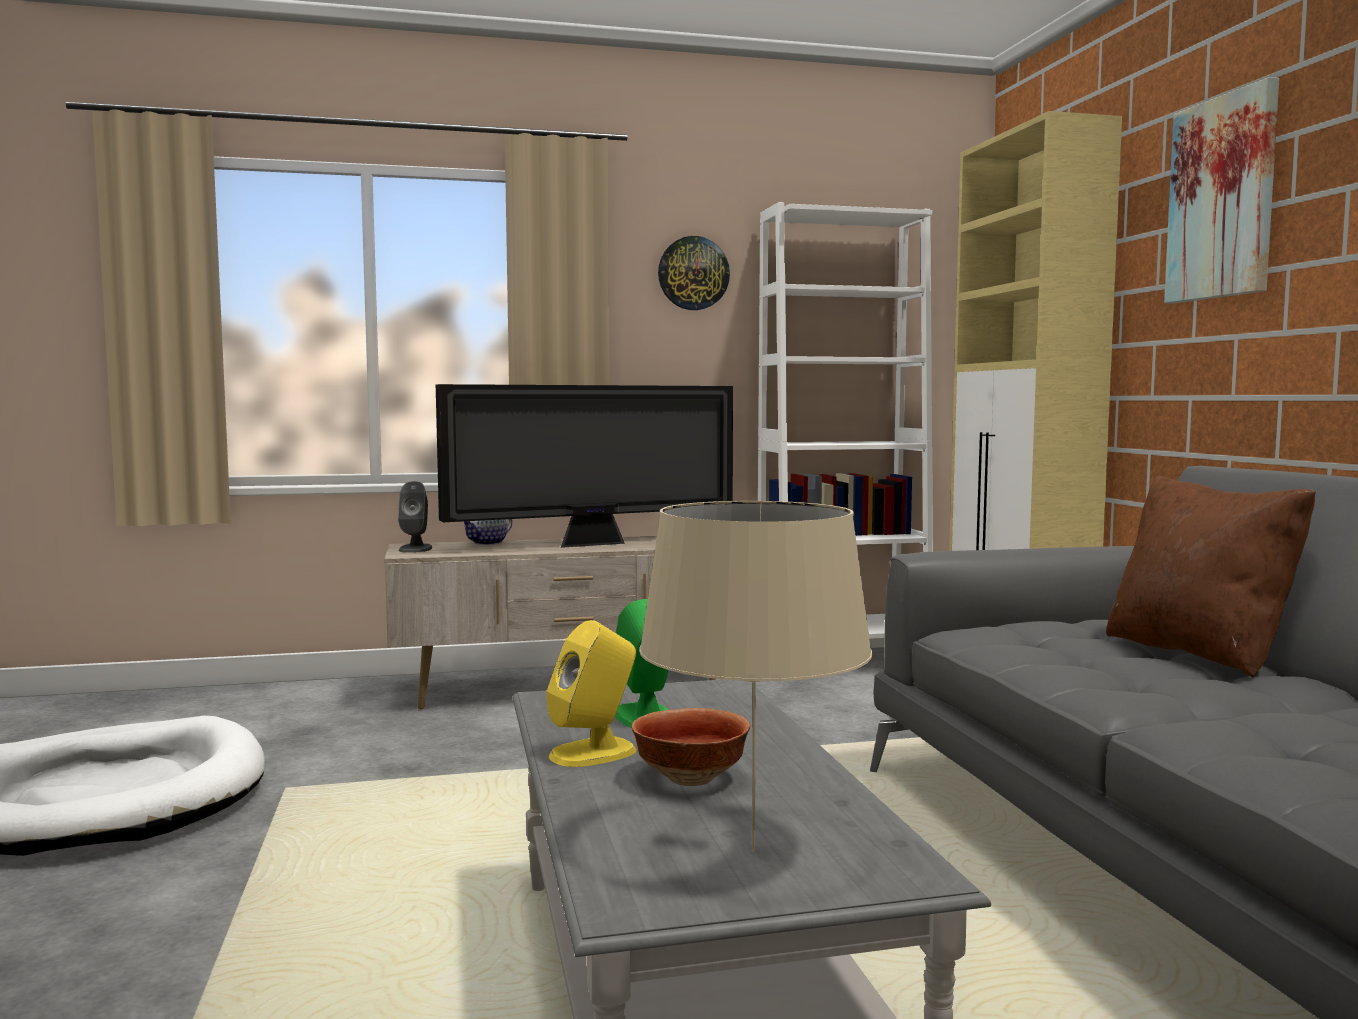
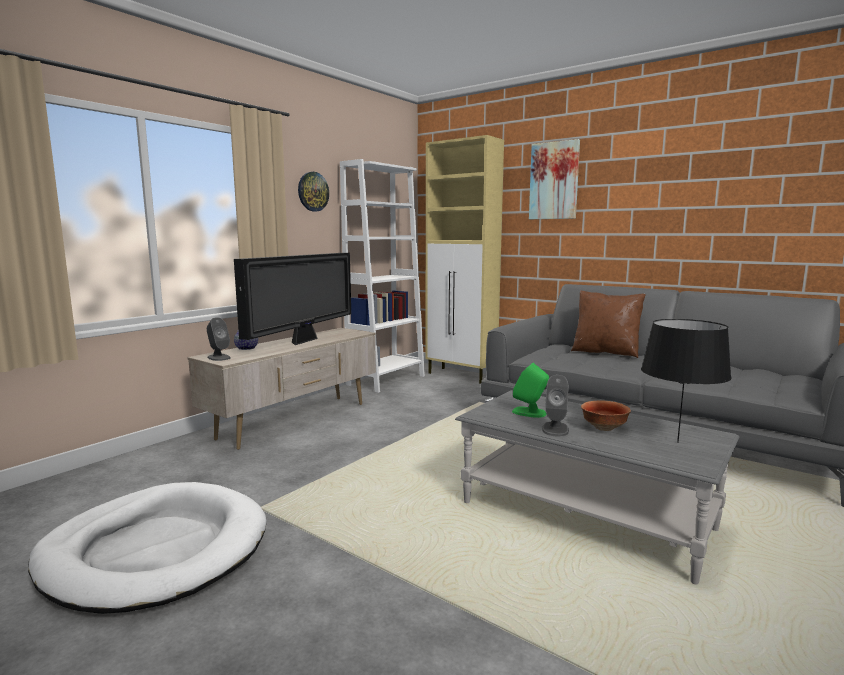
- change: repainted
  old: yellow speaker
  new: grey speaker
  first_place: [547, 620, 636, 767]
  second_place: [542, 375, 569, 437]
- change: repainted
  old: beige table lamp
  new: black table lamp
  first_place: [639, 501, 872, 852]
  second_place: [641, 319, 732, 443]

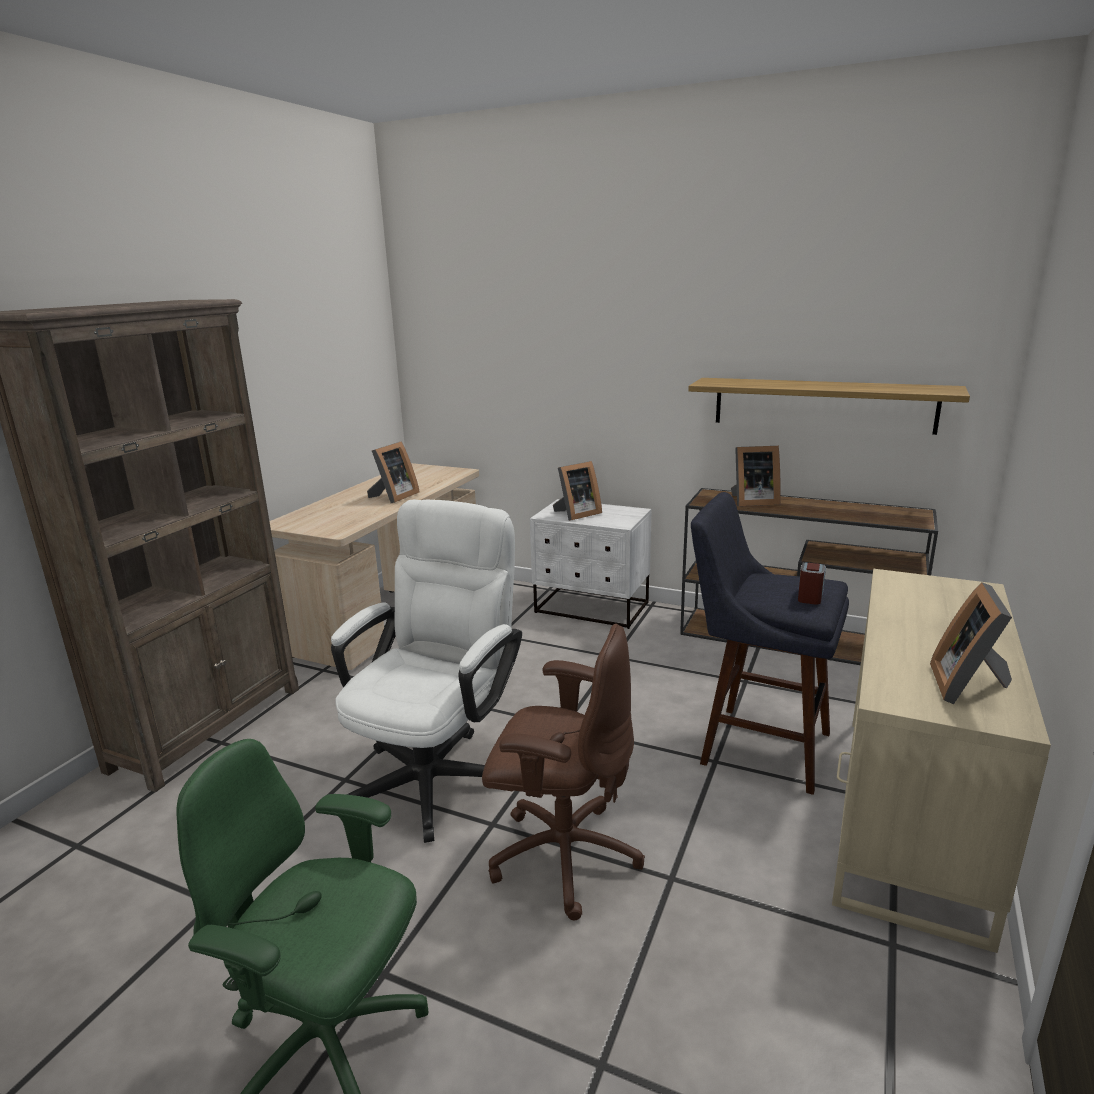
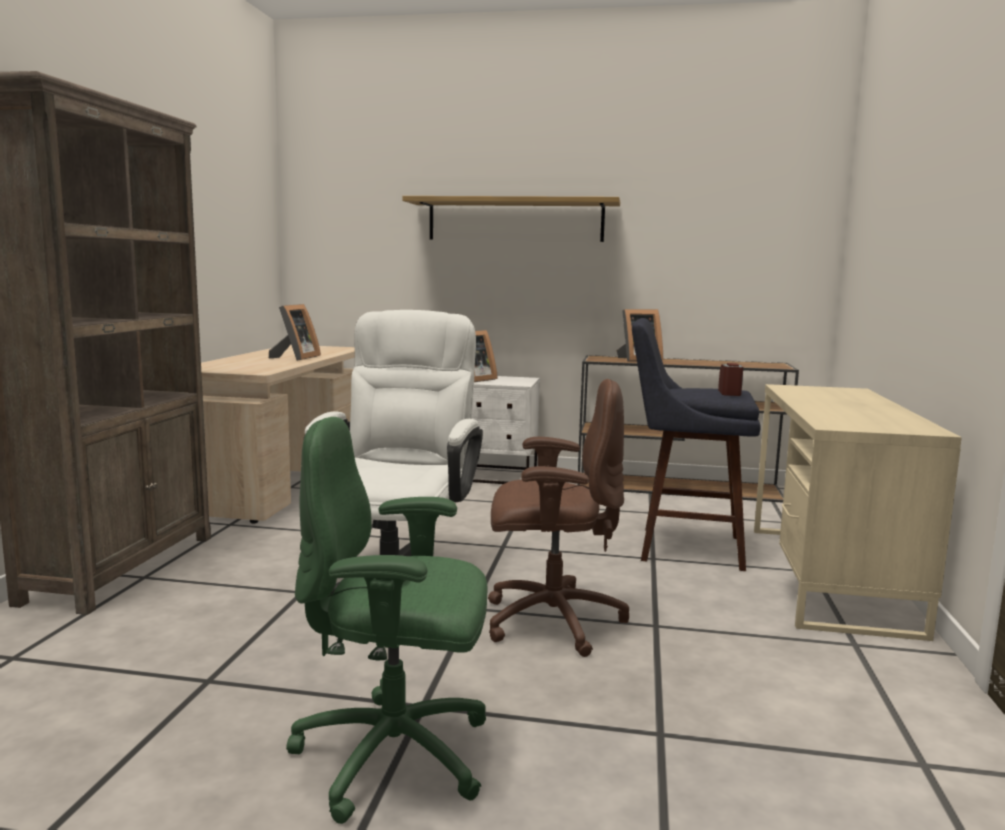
- change: shifted
  old: shelf
  first_place: [688, 378, 970, 435]
  second_place: [402, 196, 620, 242]
- change: gone
  old: picture frame
  first_place: [930, 582, 1012, 704]

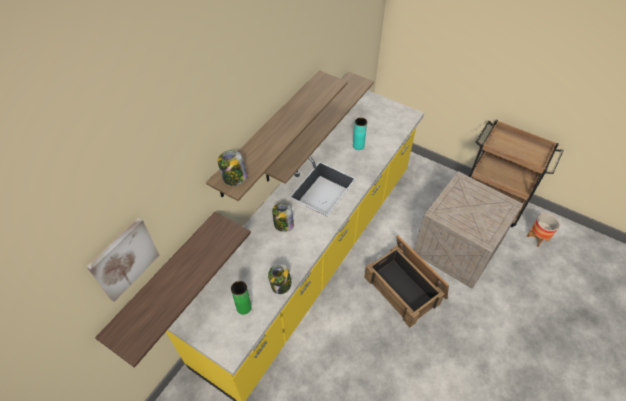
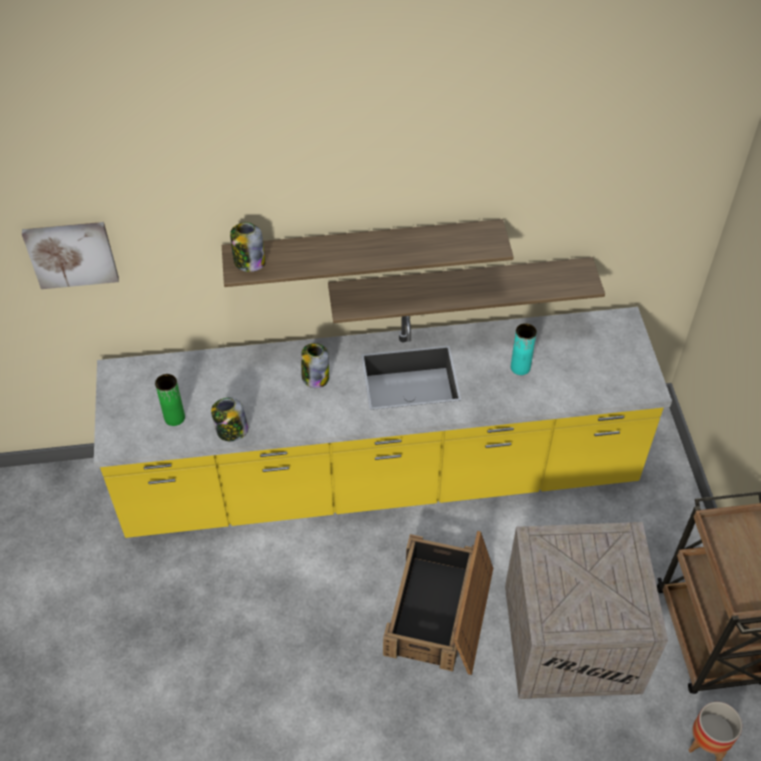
- change: gone
  old: shelf
  first_place: [95, 211, 251, 368]

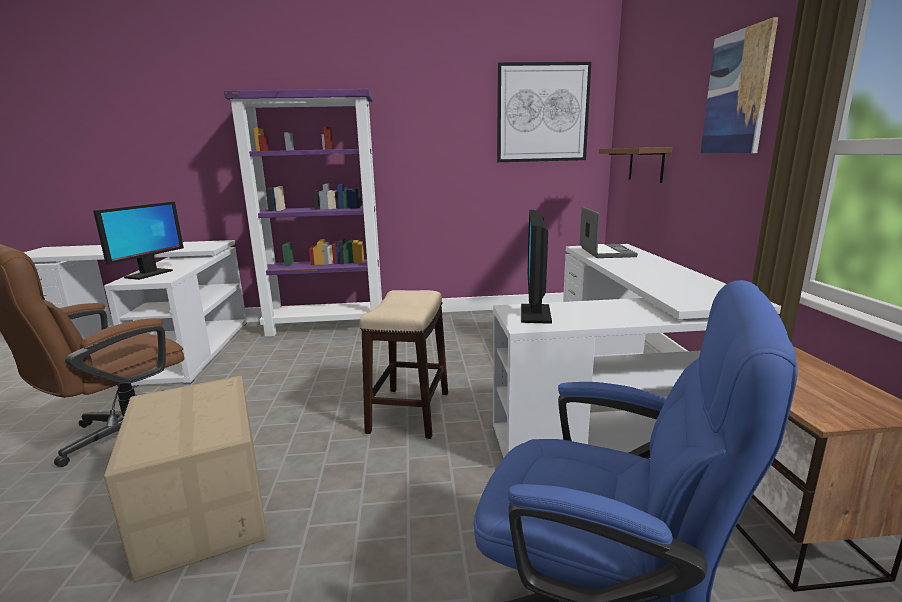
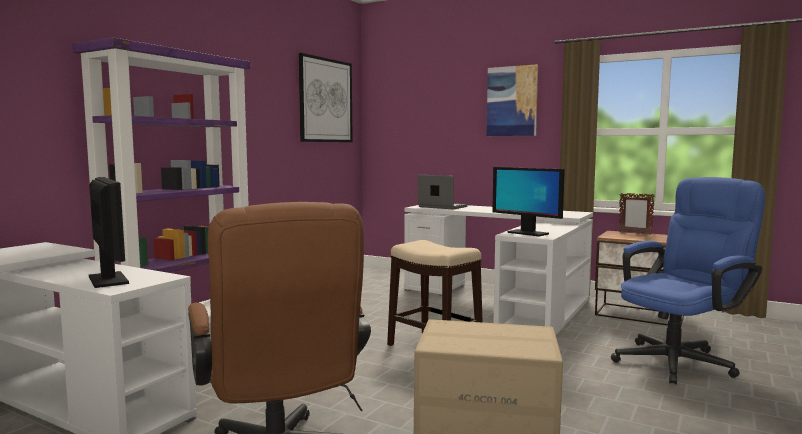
- change: gone
  old: brown shelf
  first_place: [599, 147, 673, 183]
- change: new
  new: picture frame
  second_place: [619, 193, 655, 235]

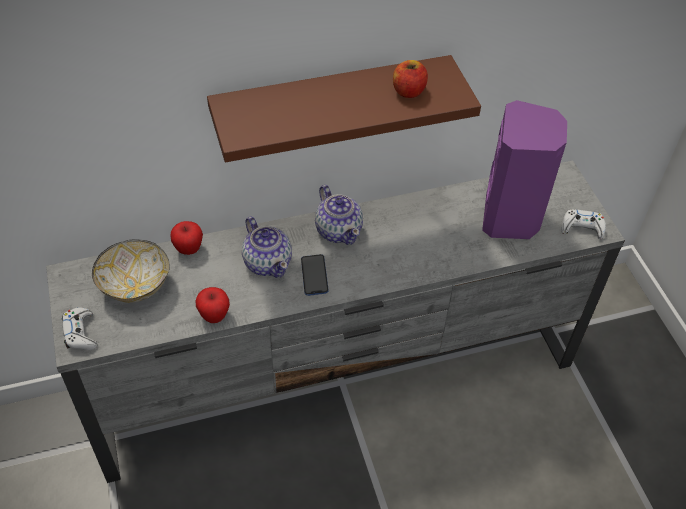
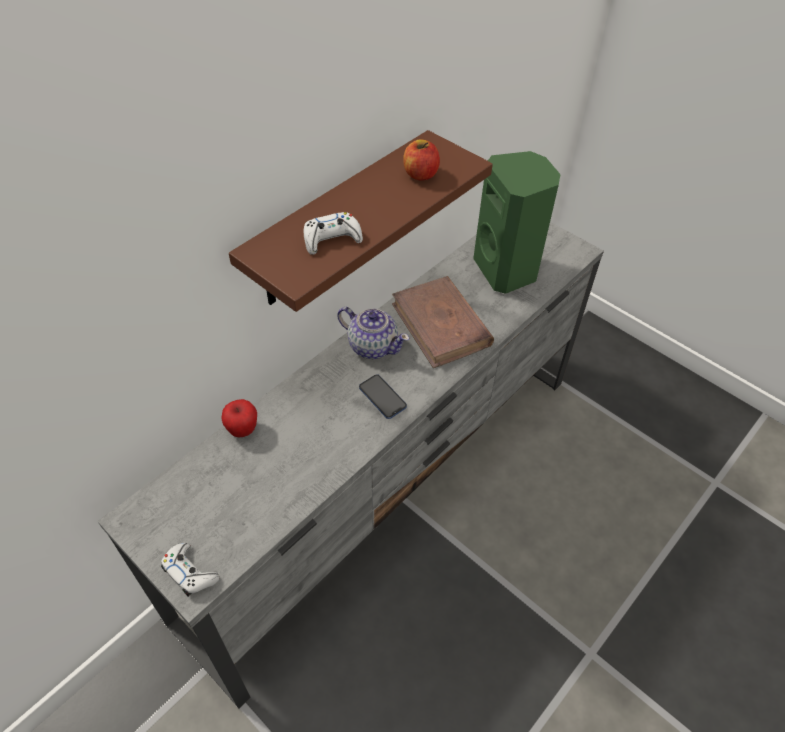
- change: gone
  old: bowl
  first_place: [92, 239, 169, 303]
- change: gone
  old: apple
  first_place: [195, 287, 230, 323]
- change: gone
  old: teapot
  first_place: [242, 216, 292, 278]
- change: repainted
  old: purple speaker
  new: green speaker
  first_place: [482, 100, 567, 239]
  second_place: [473, 151, 561, 294]
- change: shifted
  old: white game controller
  first_place: [561, 209, 606, 239]
  second_place: [304, 212, 363, 255]
- change: new
  new: brown book
  second_place: [392, 276, 494, 368]

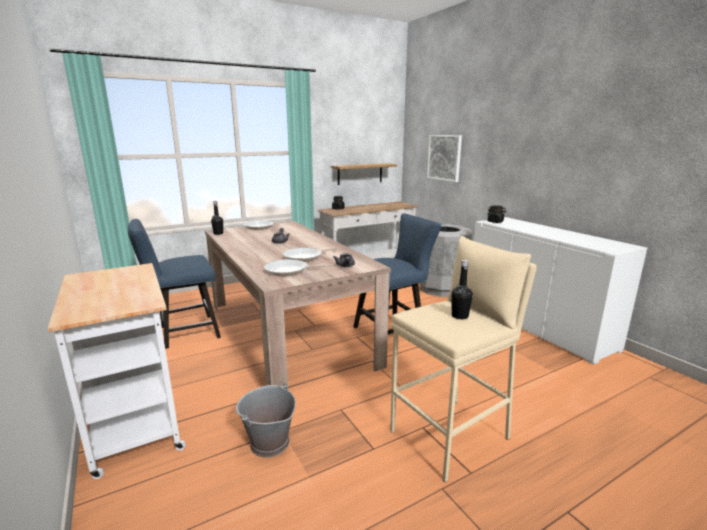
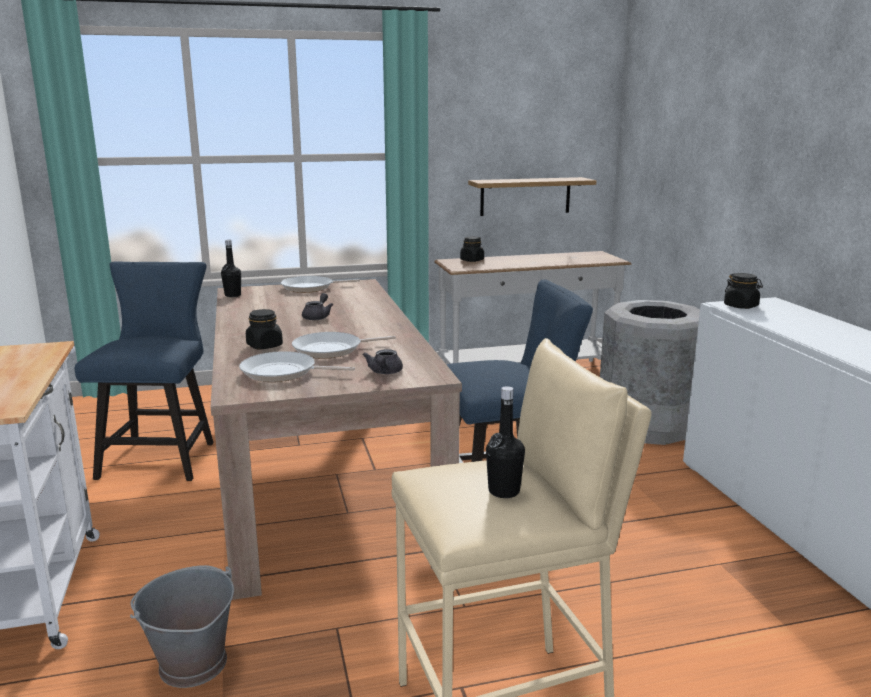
- change: rotated
  old: blue chair
  first_place: [128, 219, 221, 349]
  second_place: [75, 262, 213, 481]
  degrees: 105
- change: gone
  old: picture
  first_place: [427, 135, 462, 182]
- change: new
  new: black jar
  second_place: [246, 309, 283, 349]

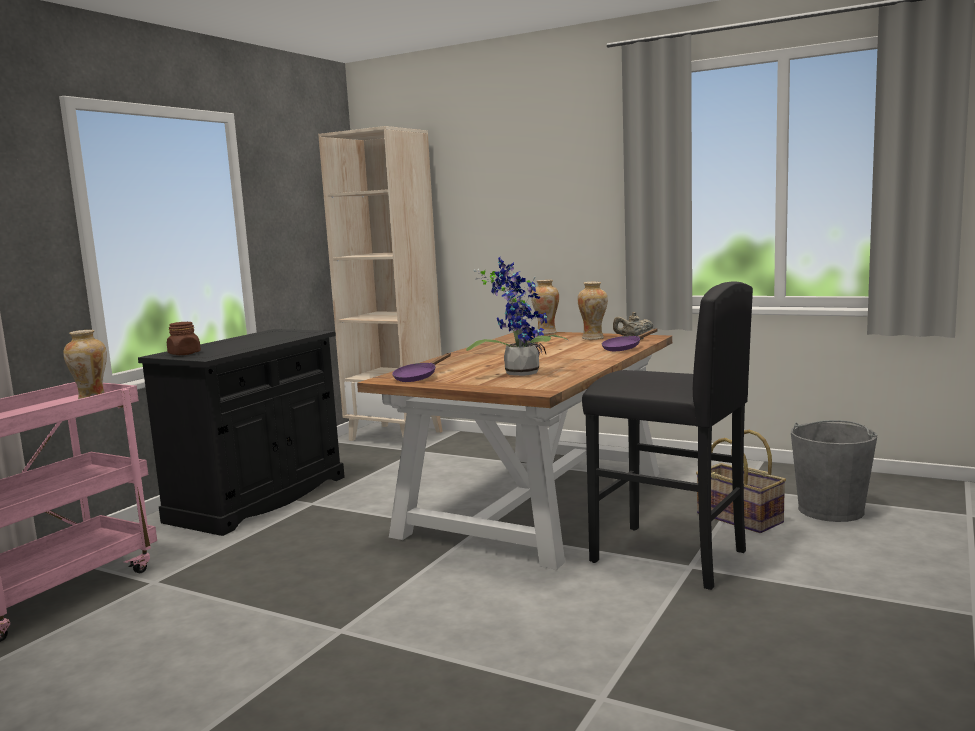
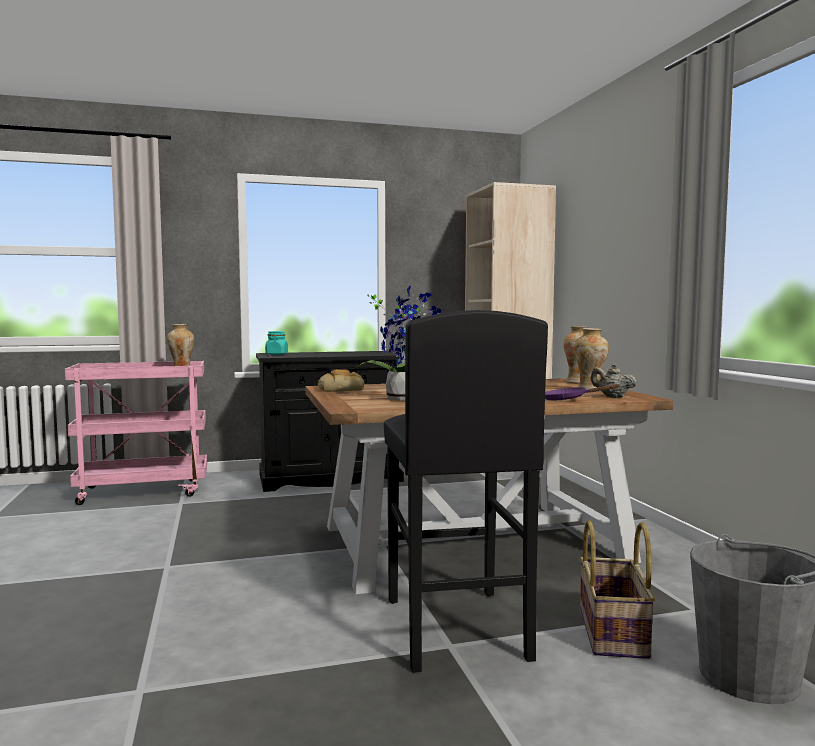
- change: repainted
  old: brown jar
  new: turquoise jar
  first_place: [167, 322, 201, 355]
  second_place: [265, 331, 288, 355]
- change: swapped
  old: purple frying pan
  new: bread
  first_place: [392, 353, 451, 382]
  second_place: [318, 369, 364, 392]

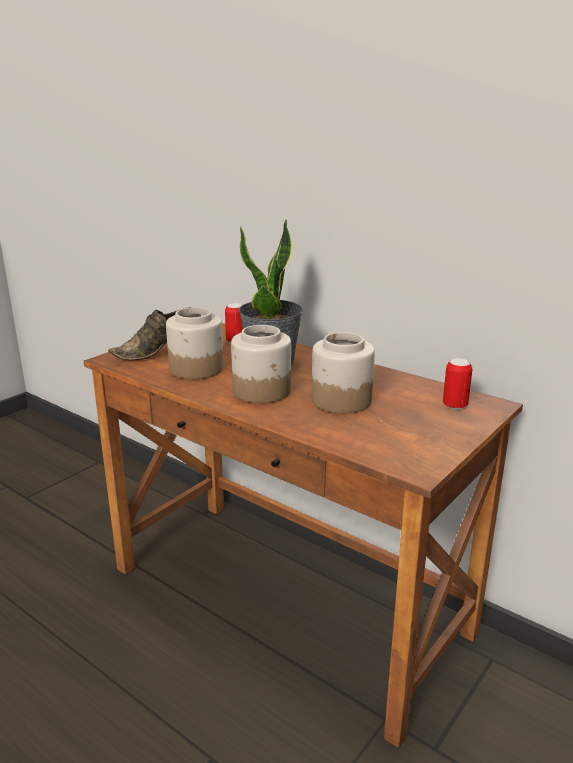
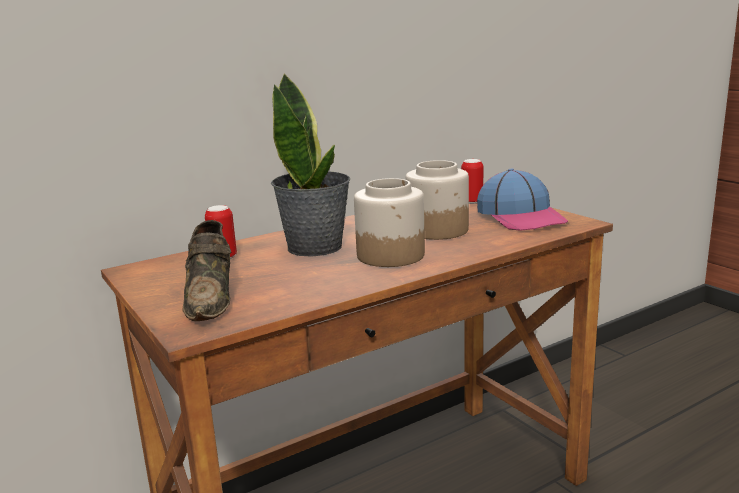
- change: gone
  old: jar
  first_place: [166, 307, 224, 379]
- change: new
  new: cap
  second_place: [477, 169, 568, 231]

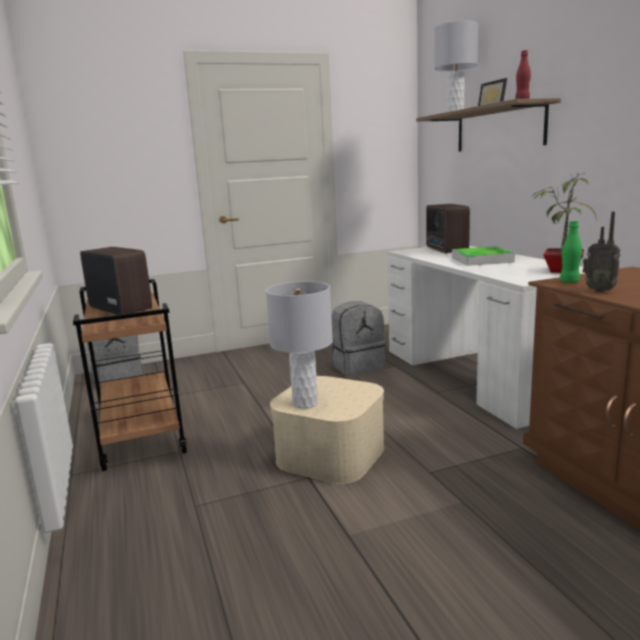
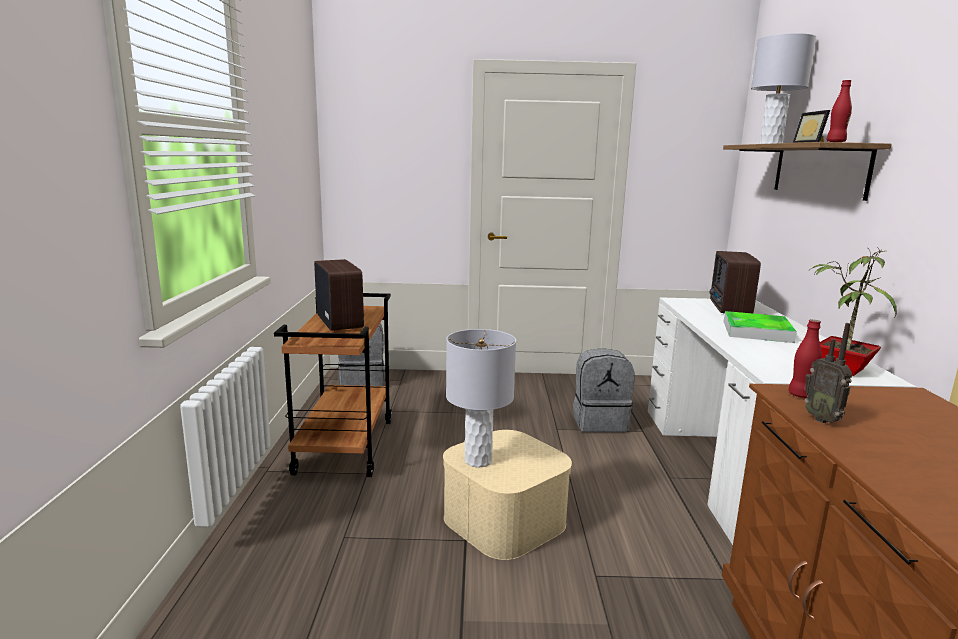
- change: repainted
  old: green bottle
  new: red bottle
  first_place: [560, 220, 582, 283]
  second_place: [788, 319, 822, 398]

